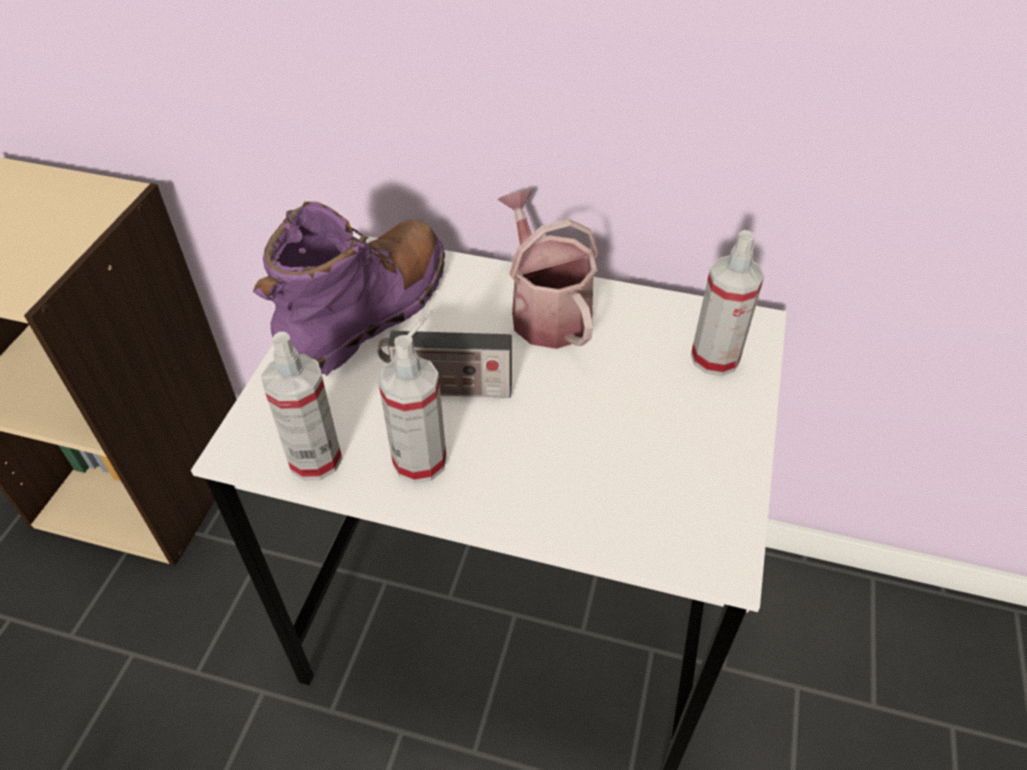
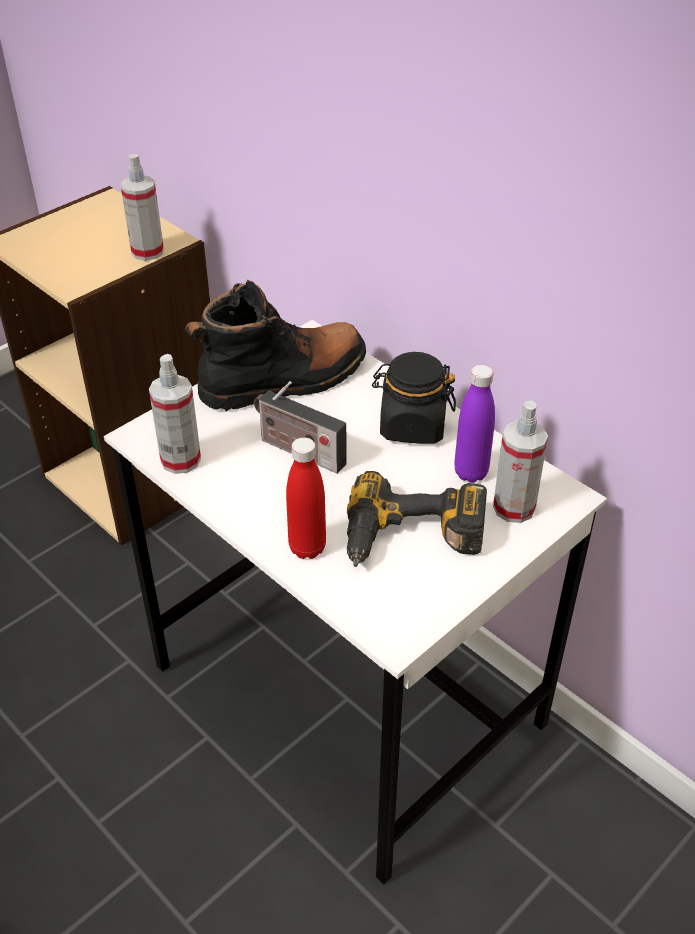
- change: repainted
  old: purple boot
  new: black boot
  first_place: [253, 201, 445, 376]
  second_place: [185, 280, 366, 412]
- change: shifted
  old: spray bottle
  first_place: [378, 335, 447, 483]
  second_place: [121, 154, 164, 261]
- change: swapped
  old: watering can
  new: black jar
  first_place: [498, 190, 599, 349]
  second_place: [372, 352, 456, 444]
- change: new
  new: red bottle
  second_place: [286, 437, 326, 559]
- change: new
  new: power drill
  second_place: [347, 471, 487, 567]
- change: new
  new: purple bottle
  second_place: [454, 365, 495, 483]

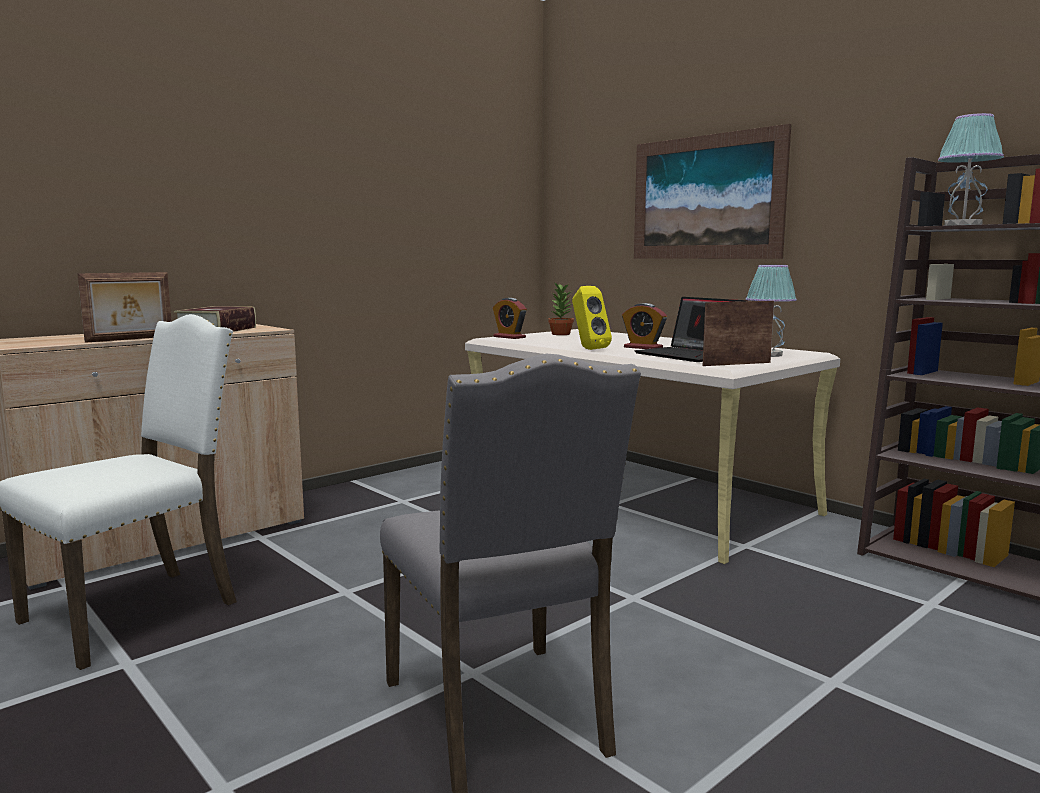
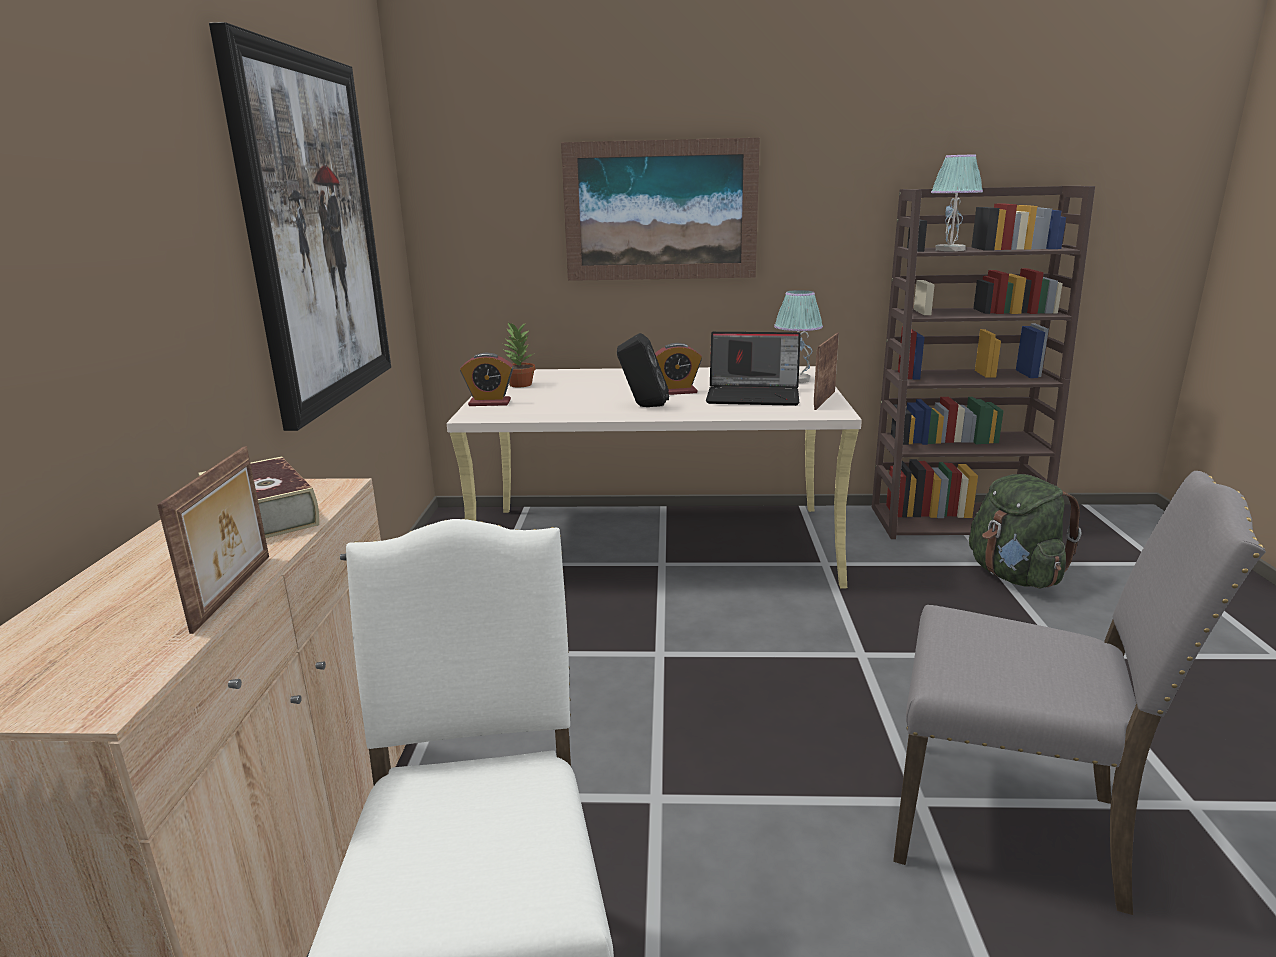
- change: repainted
  old: yellow speaker
  new: black speaker
  first_place: [572, 286, 612, 350]
  second_place: [617, 333, 669, 407]
- change: new
  new: picture
  second_place: [209, 22, 391, 431]
- change: new
  new: green backpack
  second_place: [969, 474, 1081, 588]

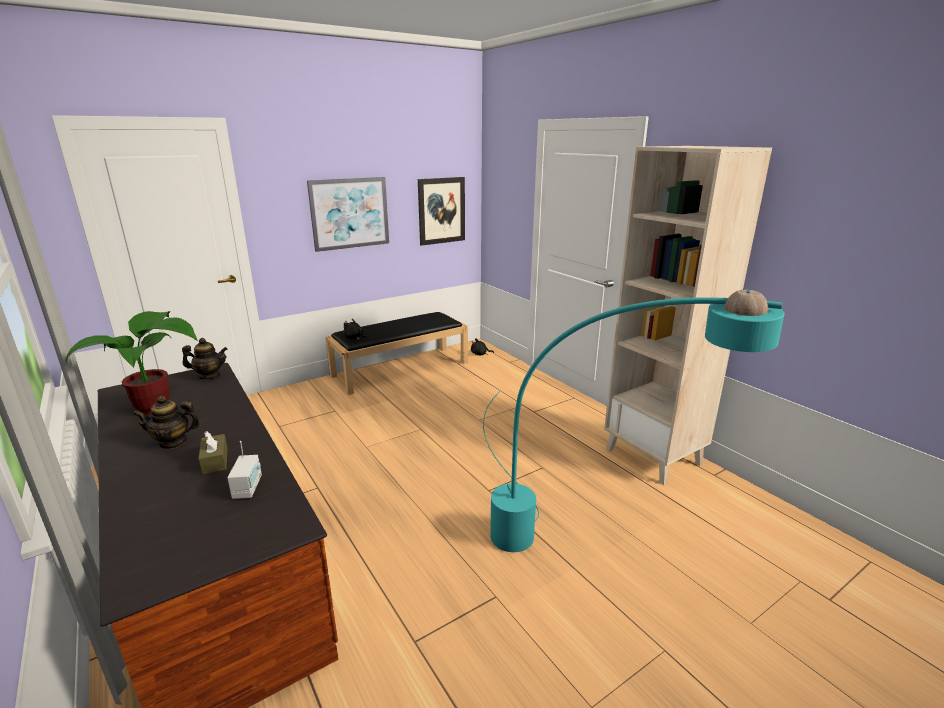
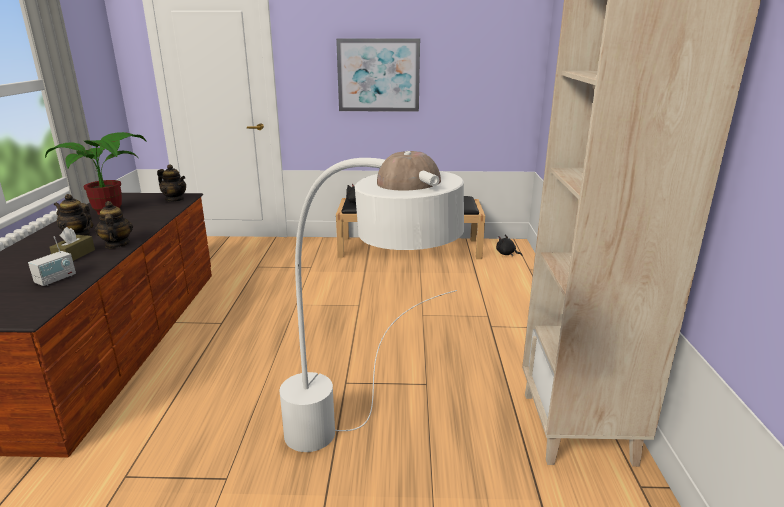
- change: gone
  old: picture
  first_place: [418, 177, 465, 246]
- change: repainted
  old: turquoise floor lamp
  new: white floor lamp
  first_place: [483, 290, 784, 552]
  second_place: [280, 151, 464, 452]
- change: new
  new: teapot
  second_place: [95, 201, 133, 249]

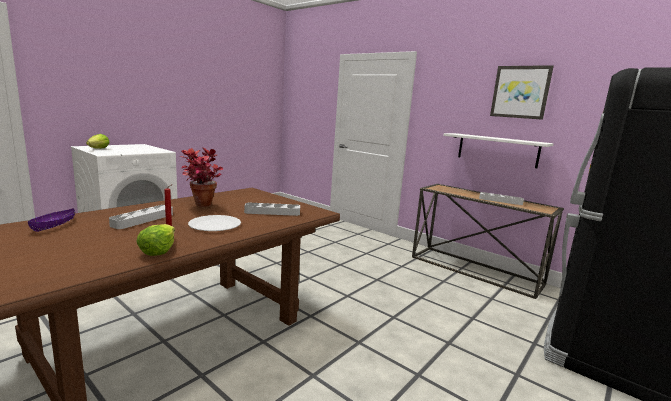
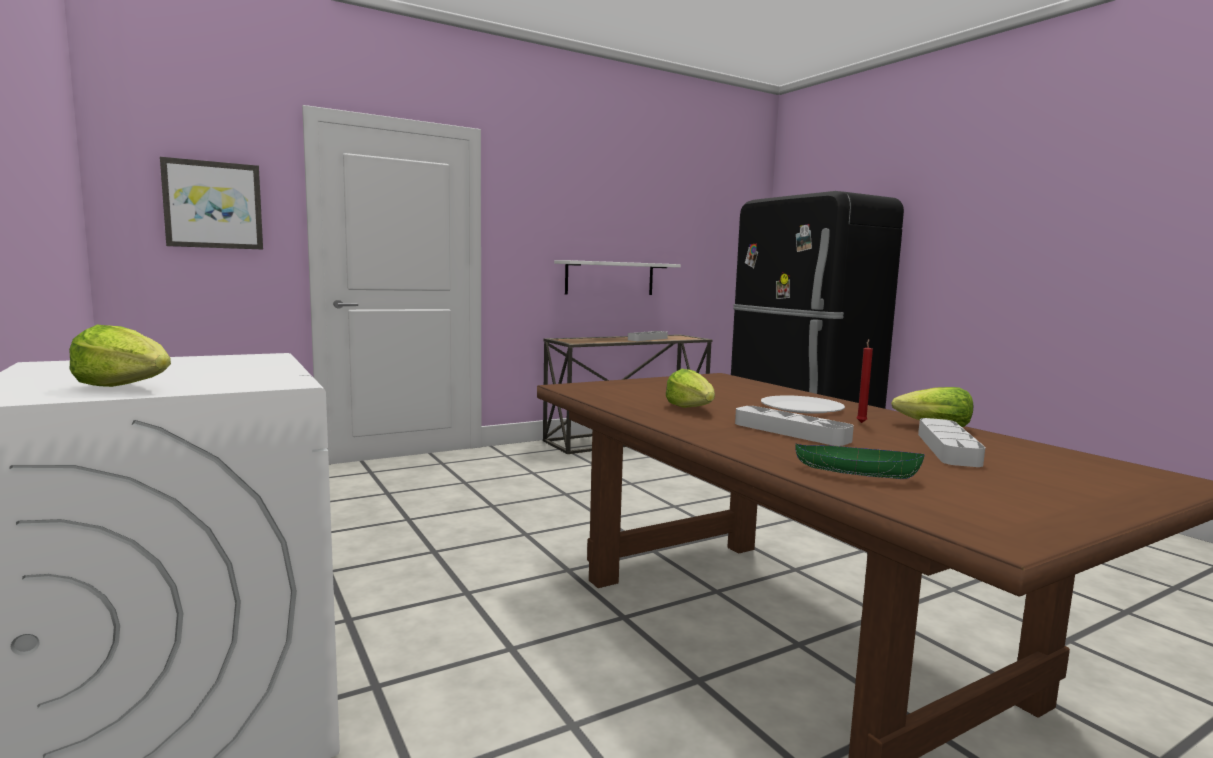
- change: repainted
  old: purple bowl
  new: green bowl
  first_place: [28, 208, 75, 232]
  second_place: [795, 444, 925, 479]
- change: swapped
  old: potted plant
  new: lettuce
  first_place: [180, 147, 223, 207]
  second_place: [666, 369, 715, 408]
- change: shifted
  old: grey tray
  first_place: [244, 203, 300, 216]
  second_place: [918, 418, 985, 467]
- change: shifted
  old: picture
  first_place: [490, 65, 554, 120]
  second_place: [160, 157, 263, 250]

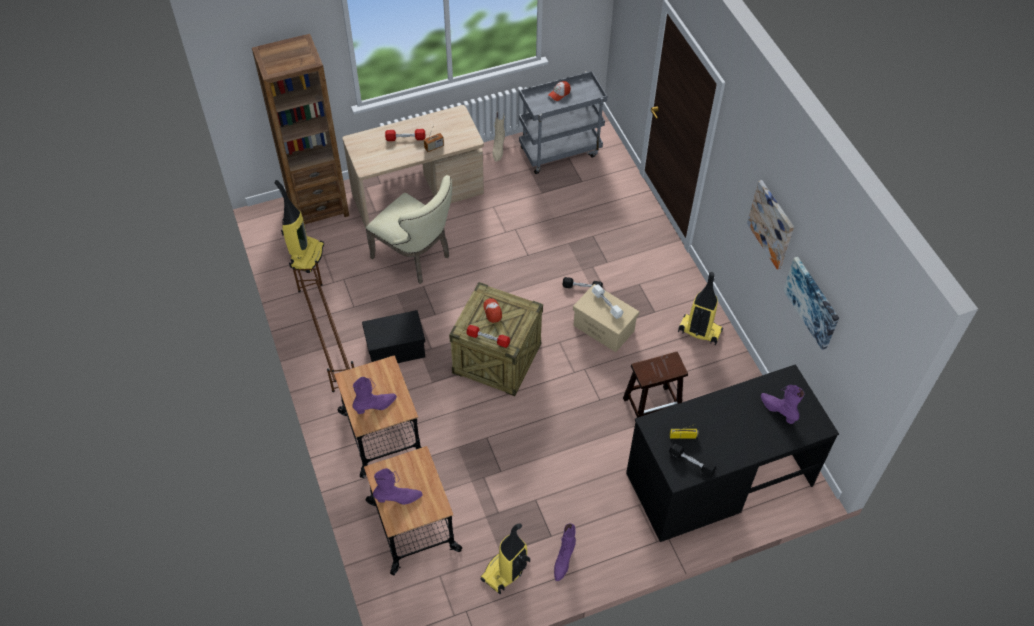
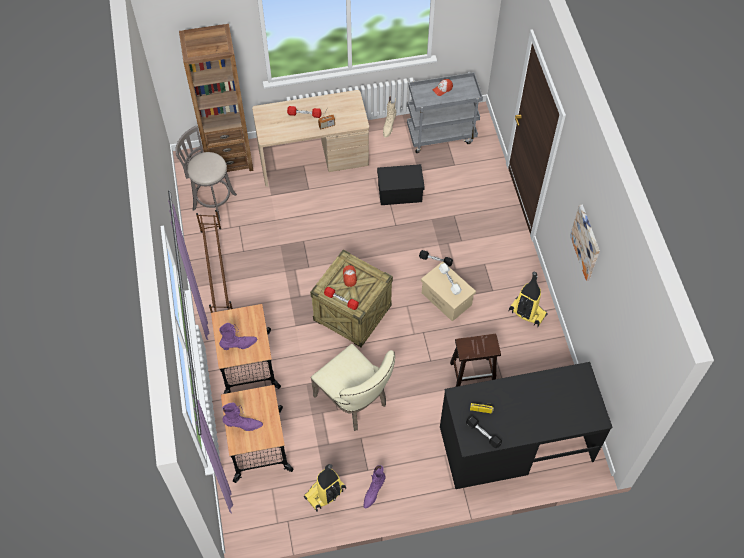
- change: swapped
  old: vacuum cleaner
  new: grey stool
  first_place: [274, 180, 324, 273]
  second_place: [175, 126, 237, 221]
- change: shifted
  old: black storage box
  first_place: [362, 310, 425, 363]
  second_place: [377, 164, 425, 205]
- change: shifted
  old: beige chair
  first_place: [366, 175, 452, 284]
  second_place: [311, 344, 395, 431]
- change: gone
  old: purple boot
  first_place: [761, 385, 804, 424]
- change: gone
  old: picture
  first_place: [783, 257, 839, 350]

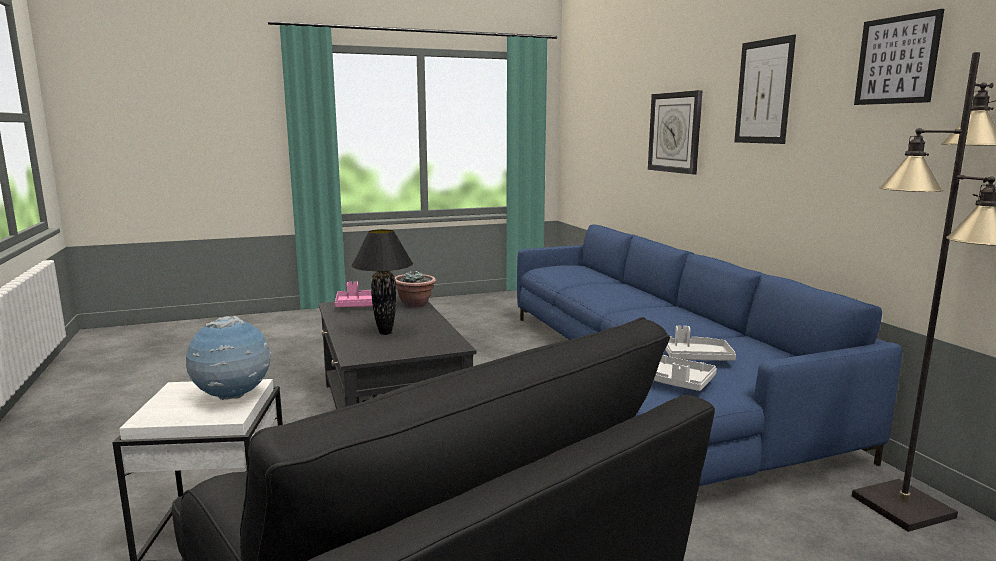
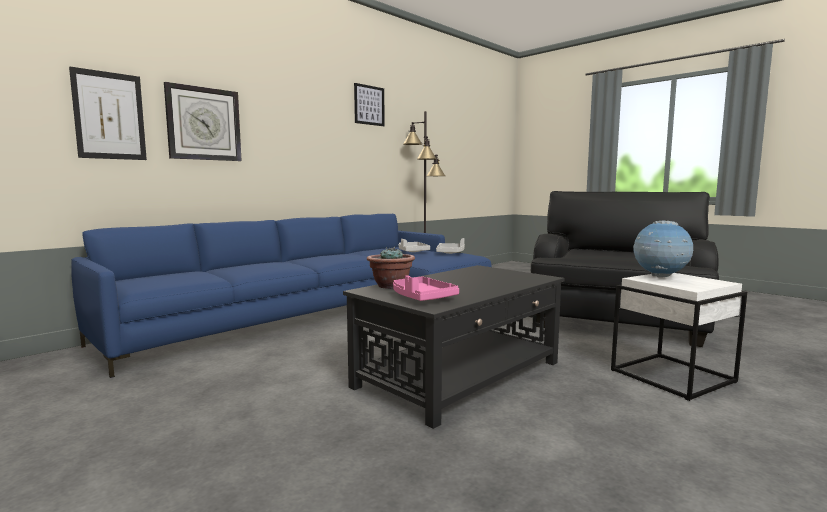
- change: gone
  old: black table lamp
  first_place: [352, 229, 413, 335]
- change: shifted
  old: picture
  first_place: [734, 34, 796, 144]
  second_place: [69, 66, 147, 160]

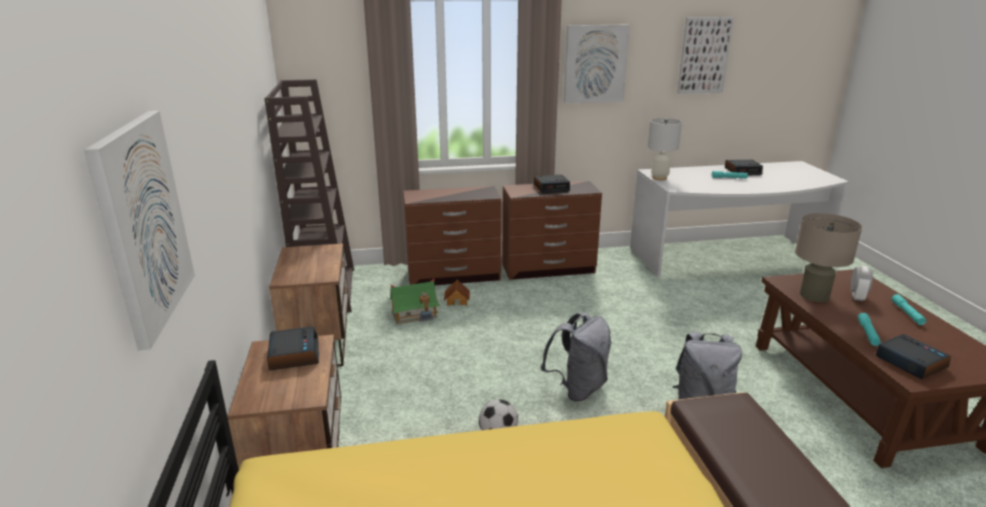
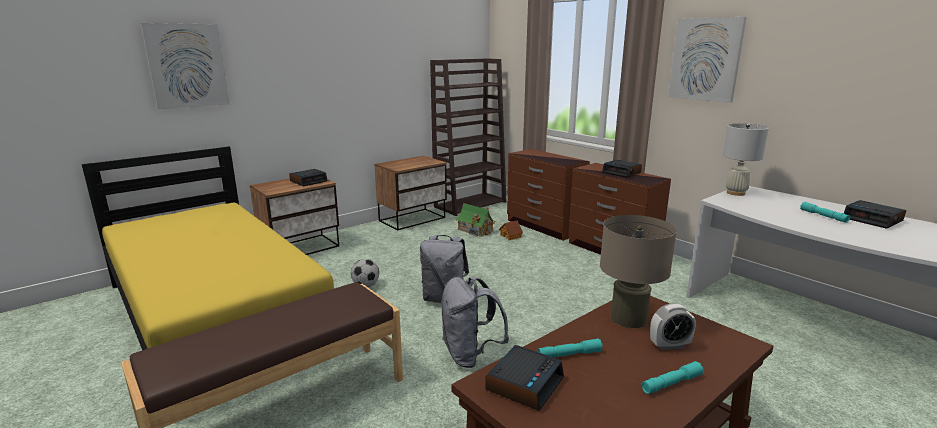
- change: gone
  old: picture
  first_place: [677, 17, 734, 94]

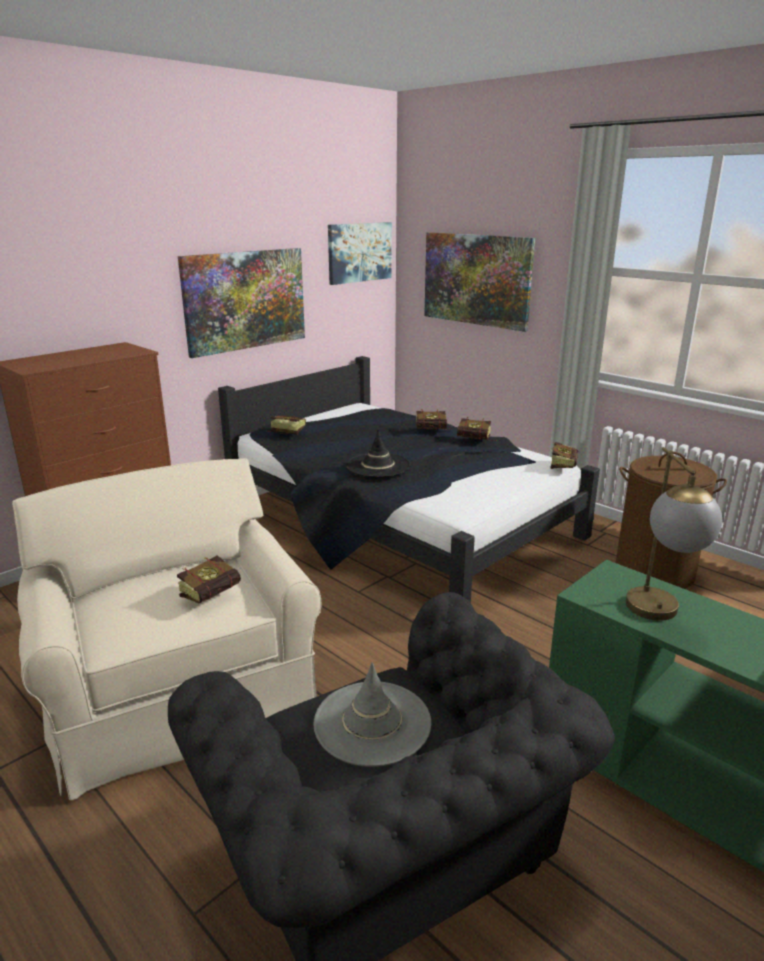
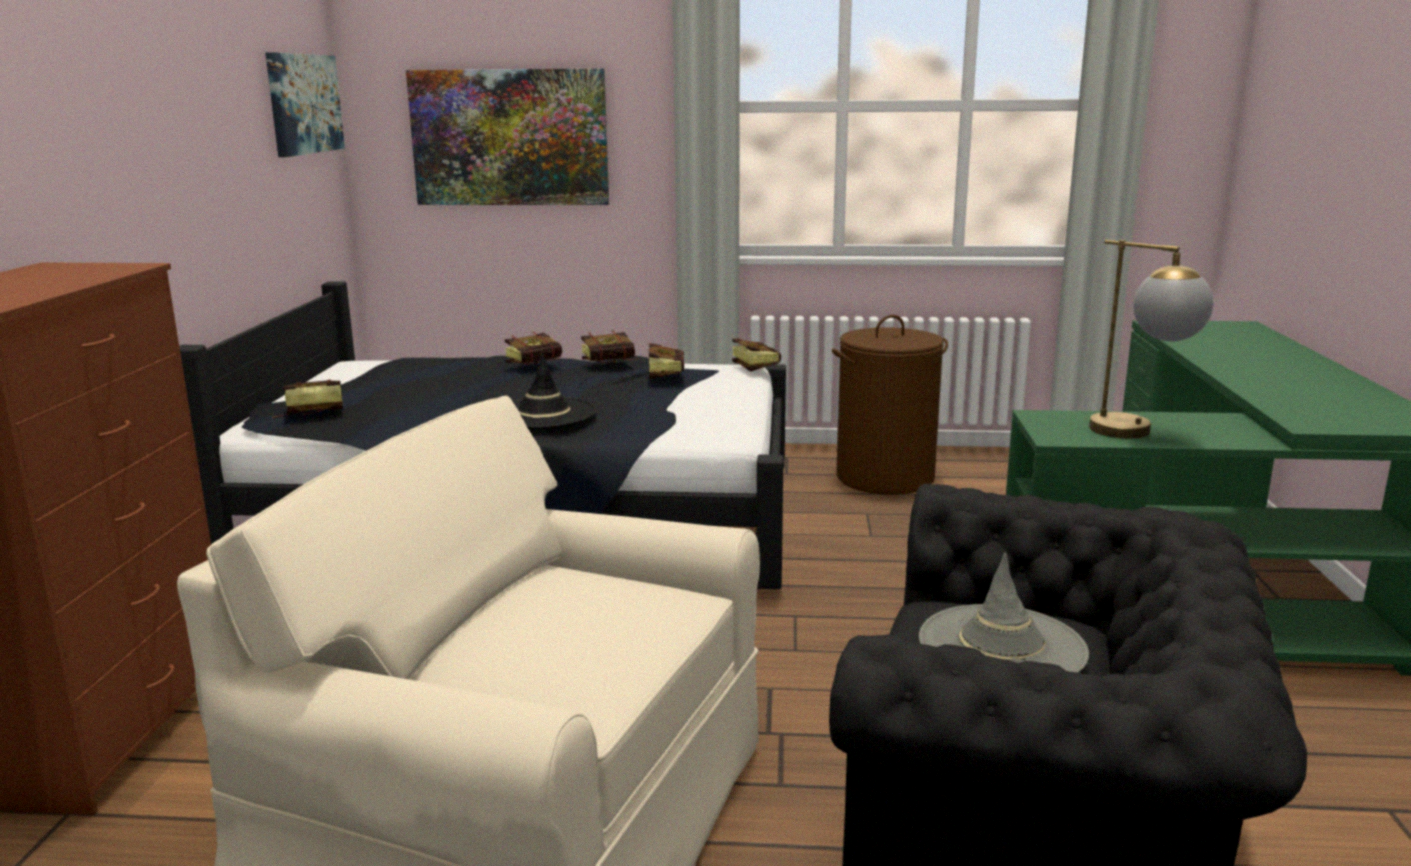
- change: shifted
  old: book
  first_place: [177, 556, 241, 604]
  second_place: [647, 343, 684, 379]
- change: gone
  old: picture
  first_place: [178, 248, 305, 358]

